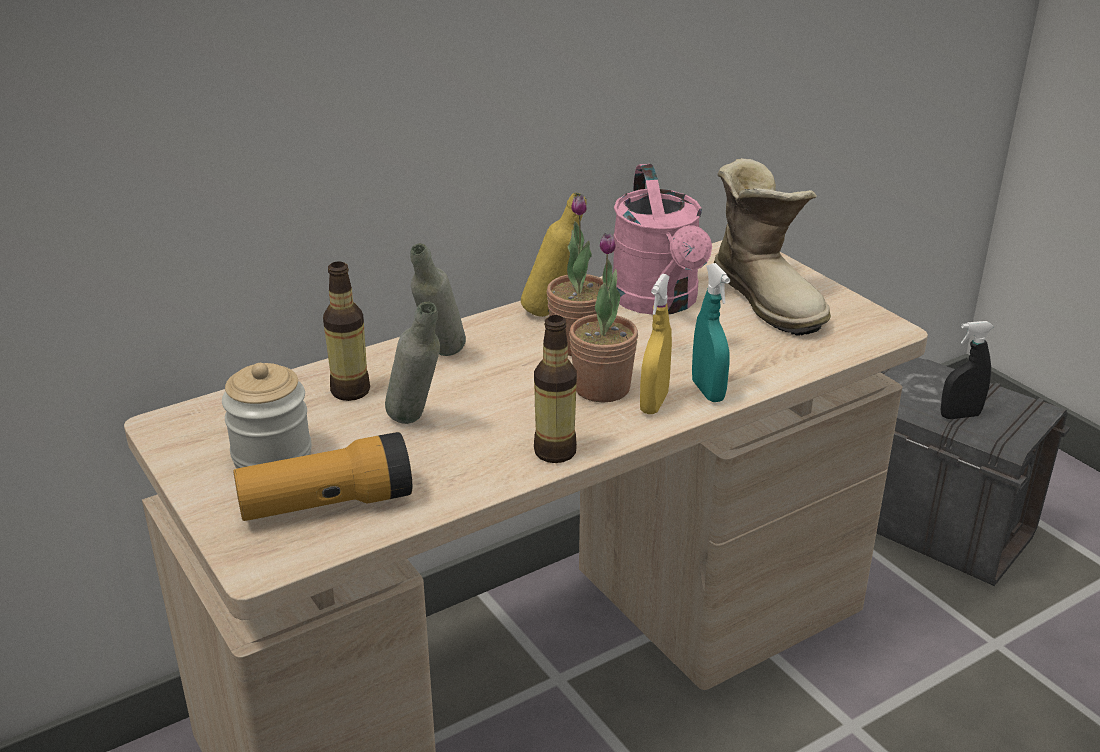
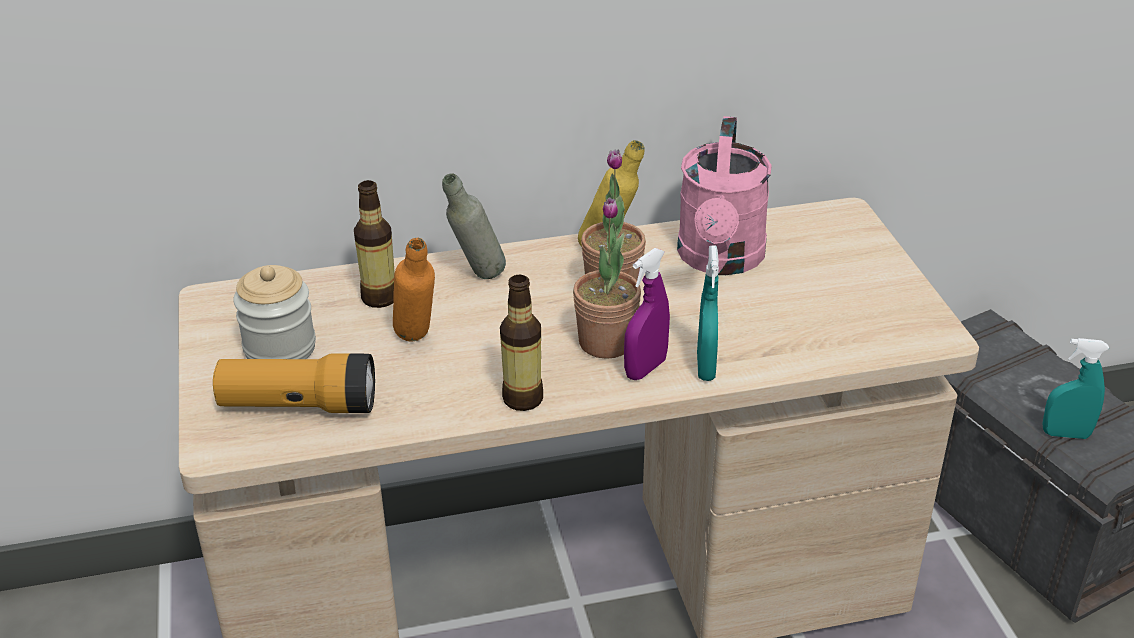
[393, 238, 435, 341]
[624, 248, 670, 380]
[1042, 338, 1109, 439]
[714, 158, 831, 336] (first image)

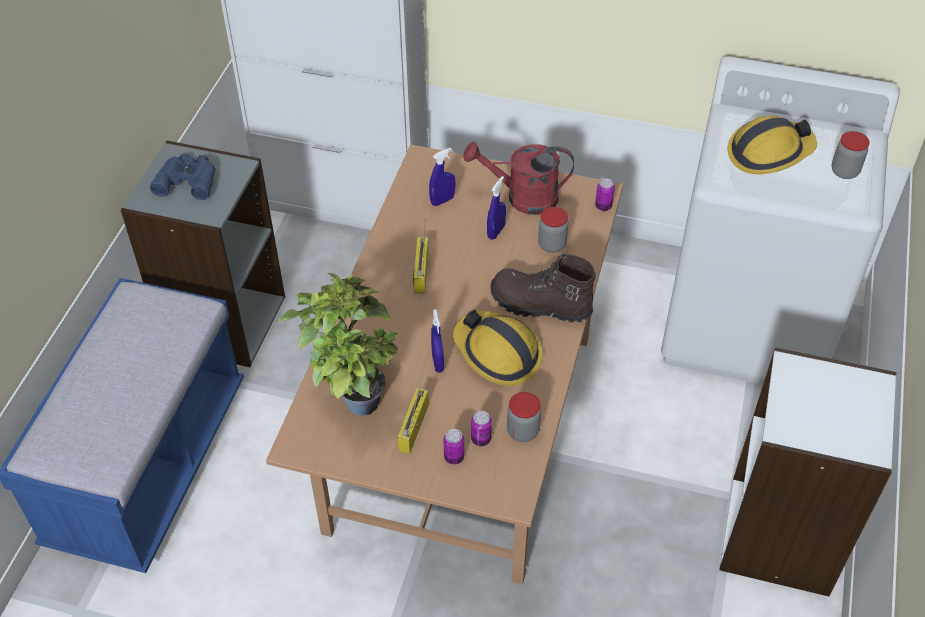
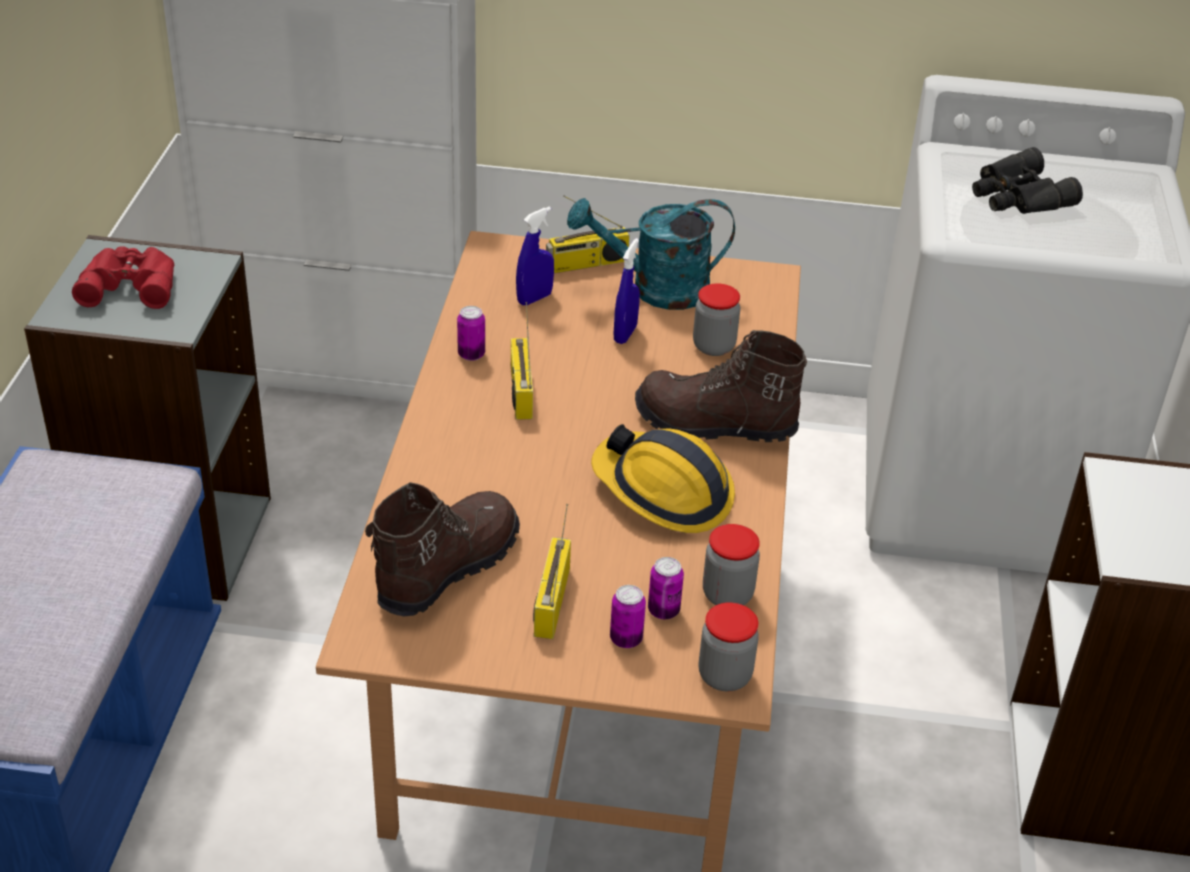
[72, 246, 175, 309]
[365, 482, 520, 616]
[457, 306, 485, 361]
[546, 195, 630, 273]
[567, 198, 735, 310]
[698, 603, 759, 691]
[972, 147, 1083, 214]
[431, 309, 444, 373] (first image)

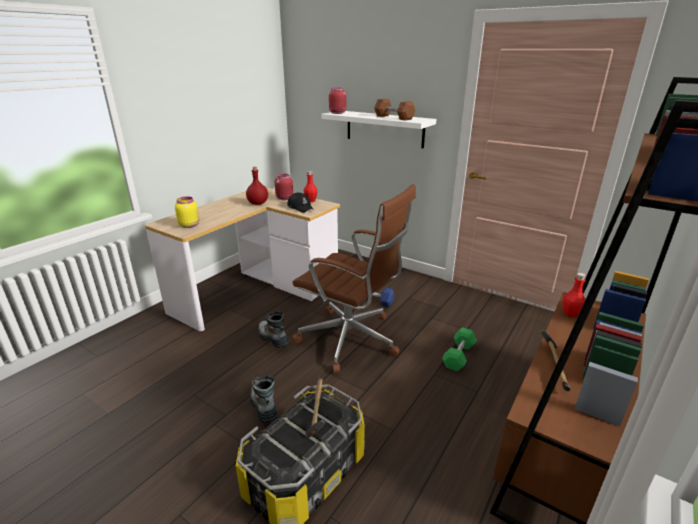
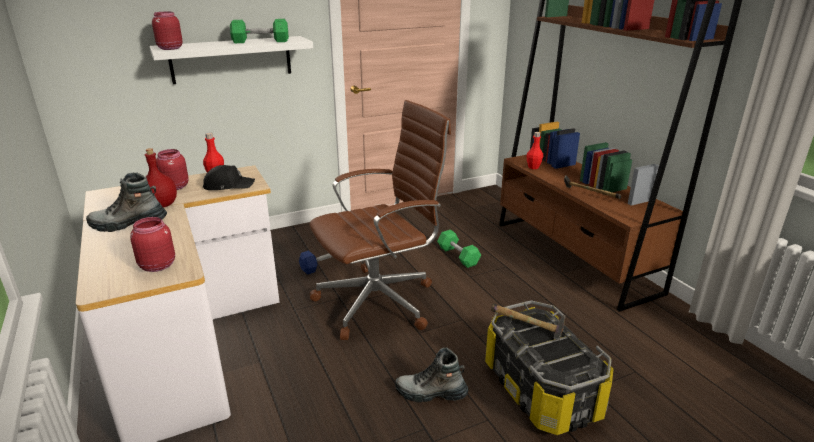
[86, 173, 167, 232]
[130, 217, 175, 272]
[230, 19, 289, 43]

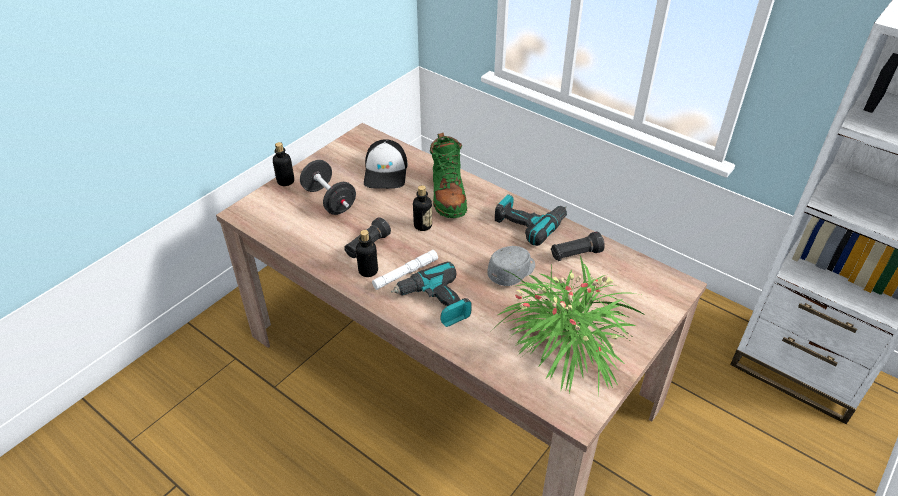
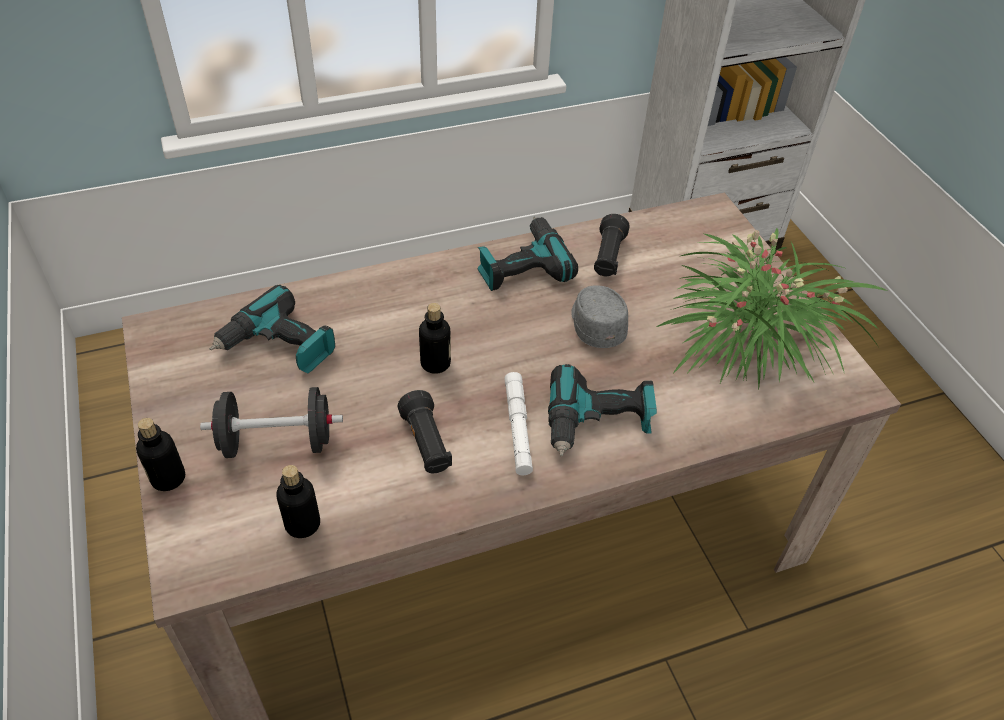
[209, 285, 335, 373]
[276, 465, 320, 538]
[430, 133, 467, 218] (first image)

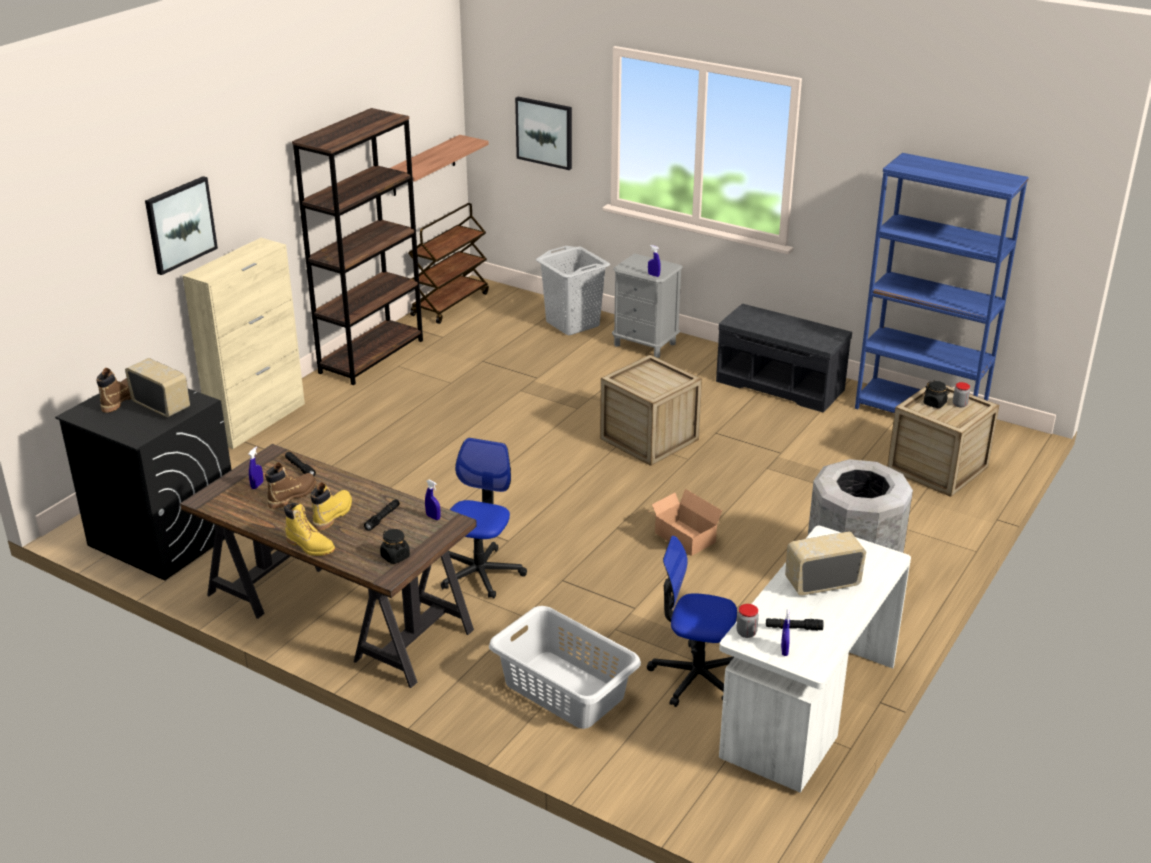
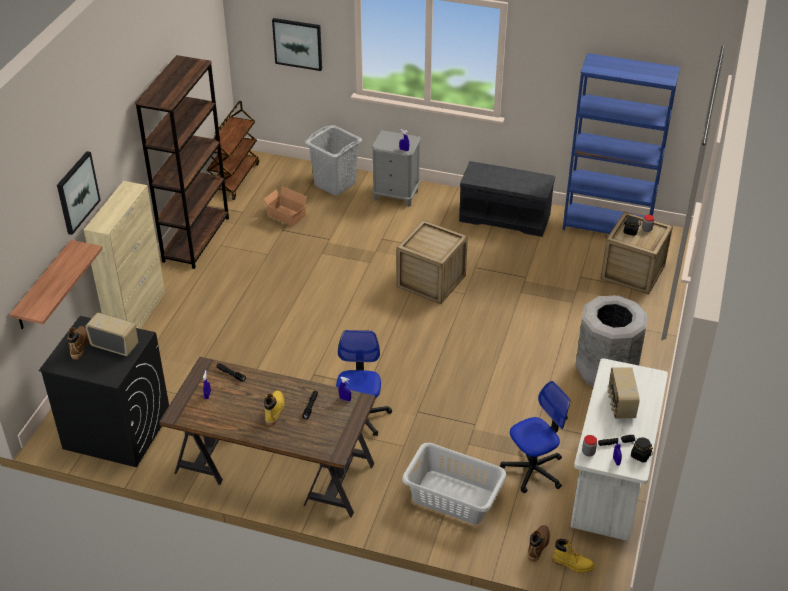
[10, 240, 102, 329]
[262, 186, 309, 226]
[500, 381, 570, 493]
[528, 525, 550, 562]
[551, 539, 595, 573]
[607, 367, 640, 418]
[631, 437, 653, 463]

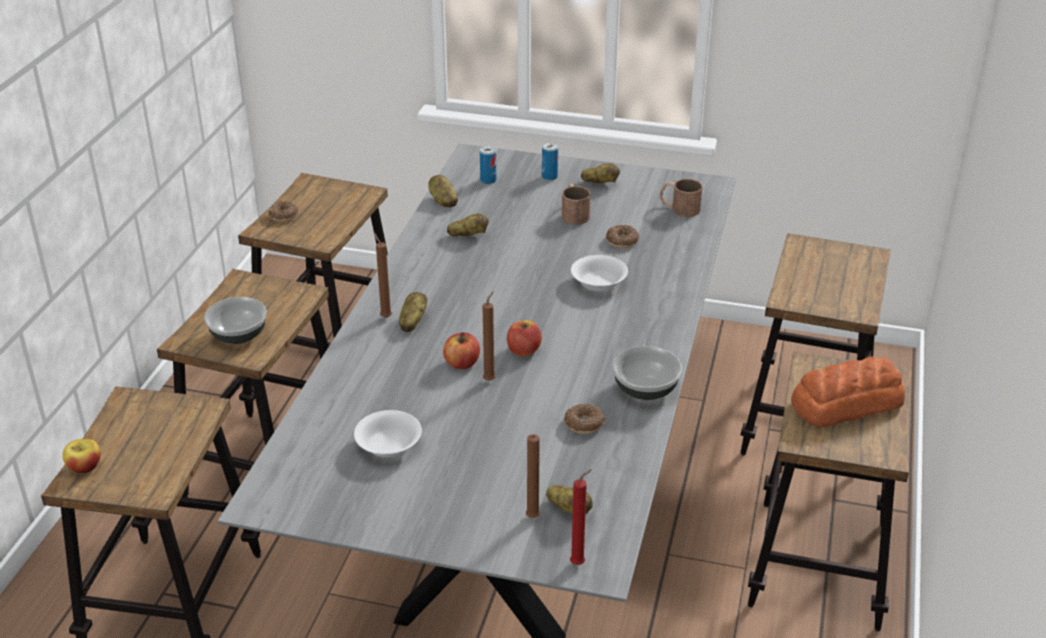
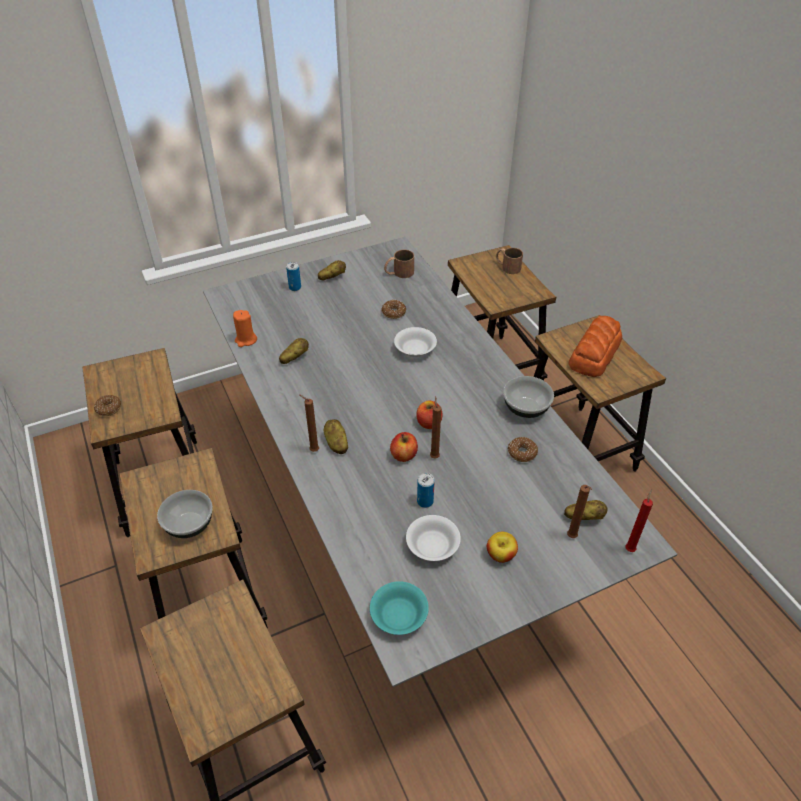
[233, 310, 257, 347]
[370, 581, 429, 635]
[417, 473, 435, 508]
[487, 532, 518, 563]
[496, 248, 523, 274]

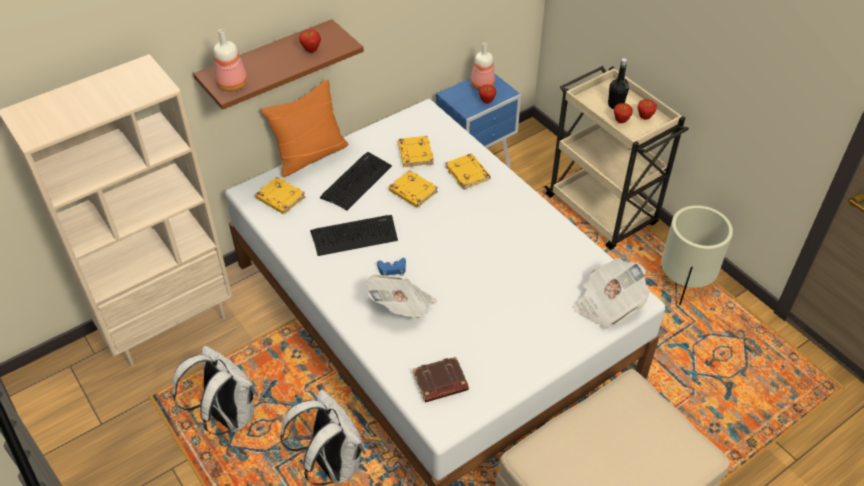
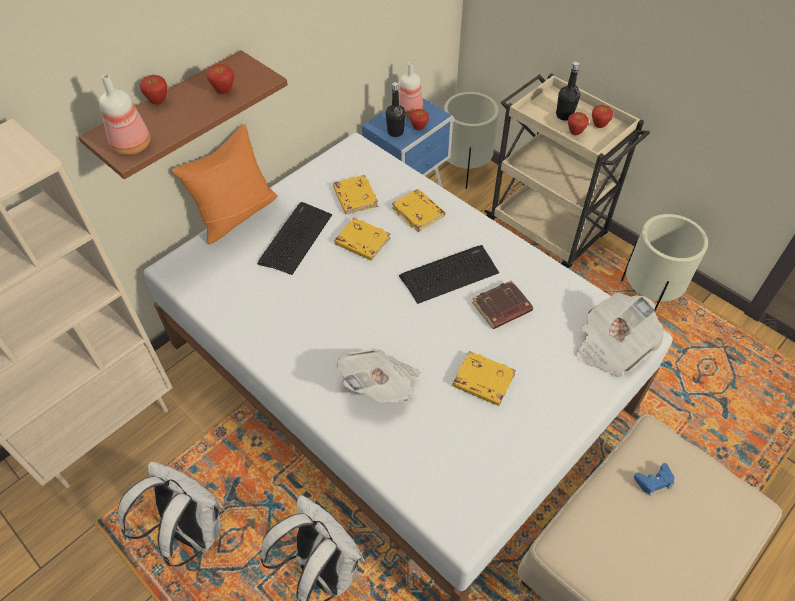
[139, 75, 167, 105]
[386, 82, 406, 137]
[399, 245, 499, 304]
[444, 92, 499, 189]
[453, 351, 516, 406]
[472, 280, 533, 329]
[634, 463, 675, 496]

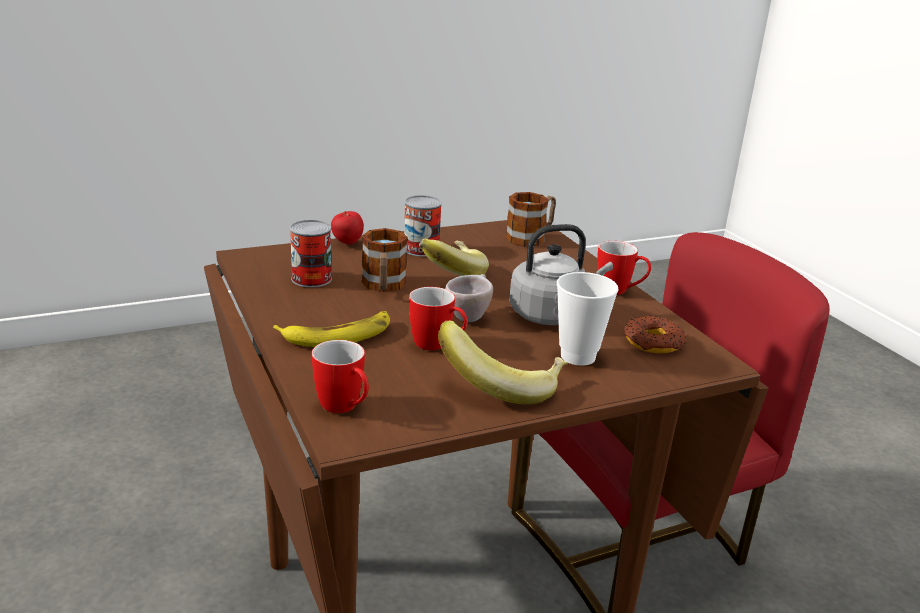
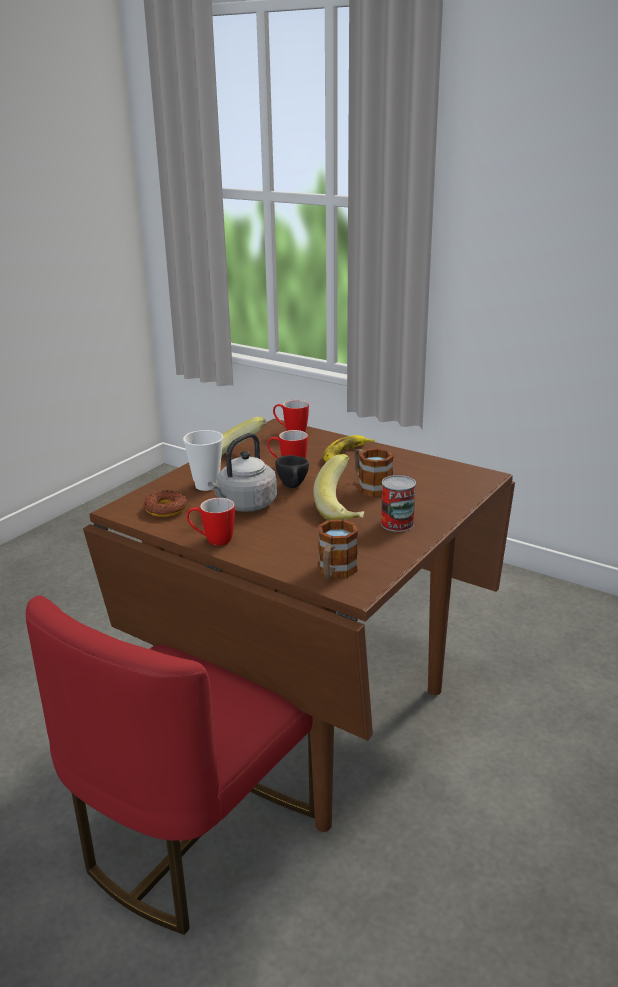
[275, 455, 309, 488]
[290, 220, 332, 287] (first image)
[331, 211, 364, 245] (first image)

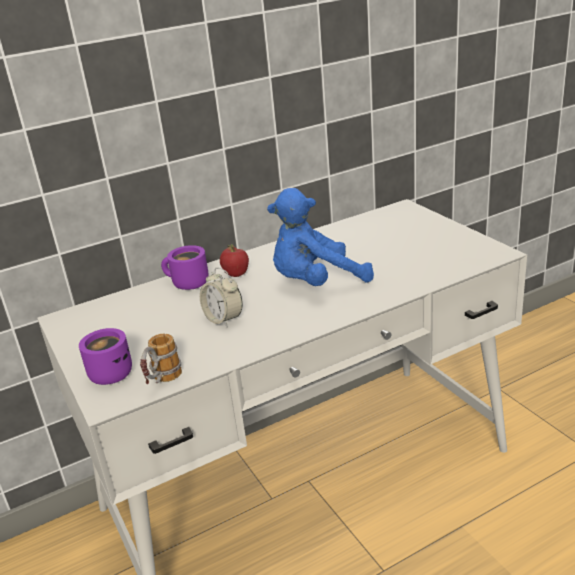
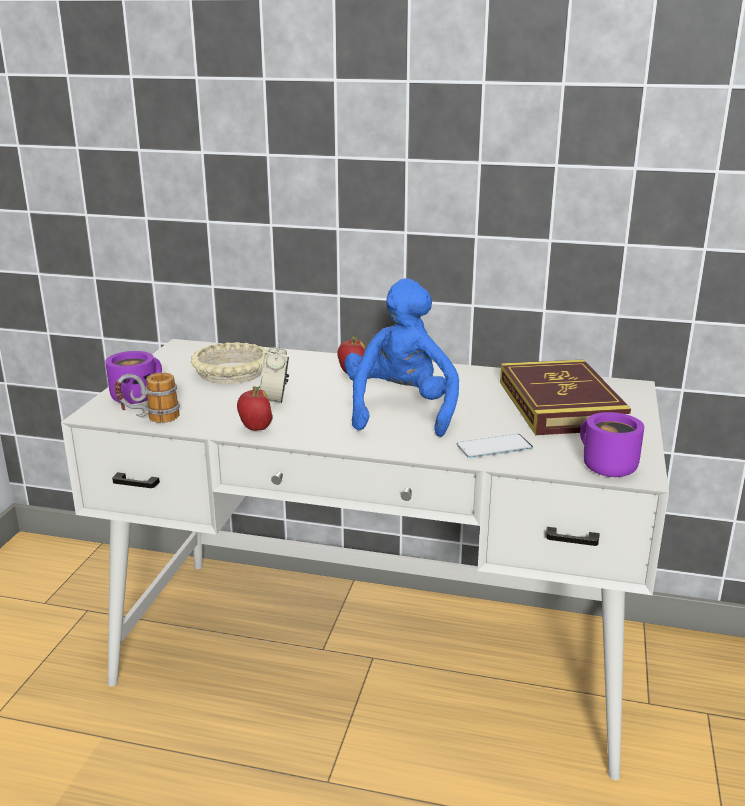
[191, 342, 269, 384]
[237, 386, 273, 431]
[344, 278, 459, 437]
[457, 434, 533, 458]
[500, 359, 631, 435]
[580, 412, 644, 477]

